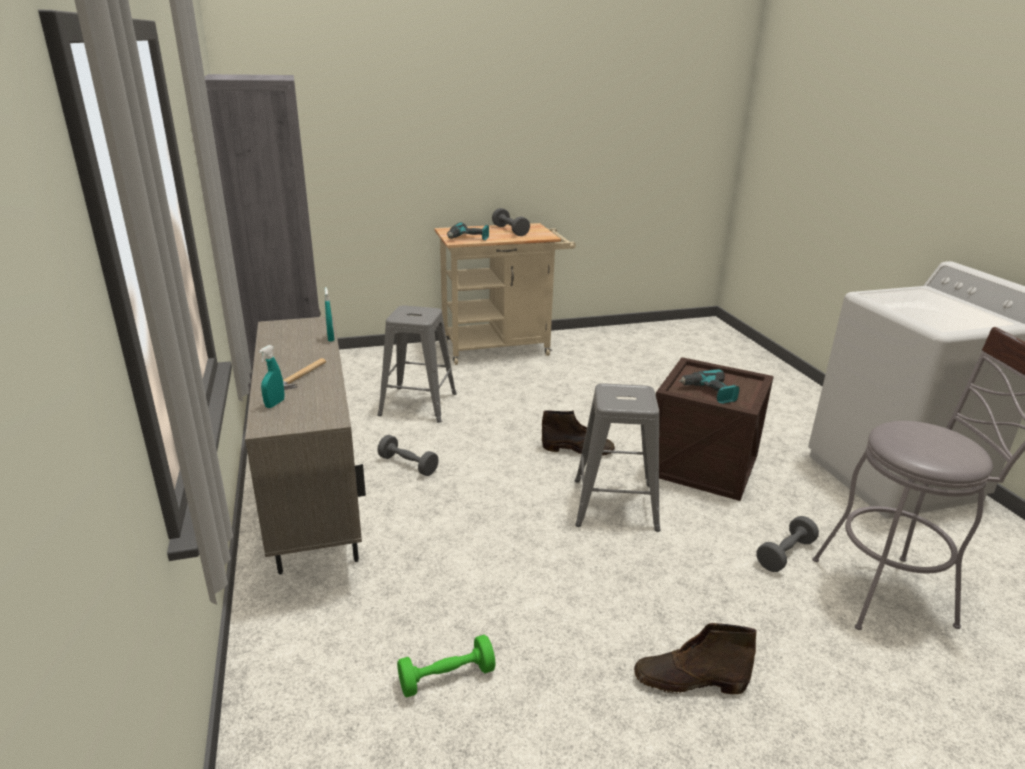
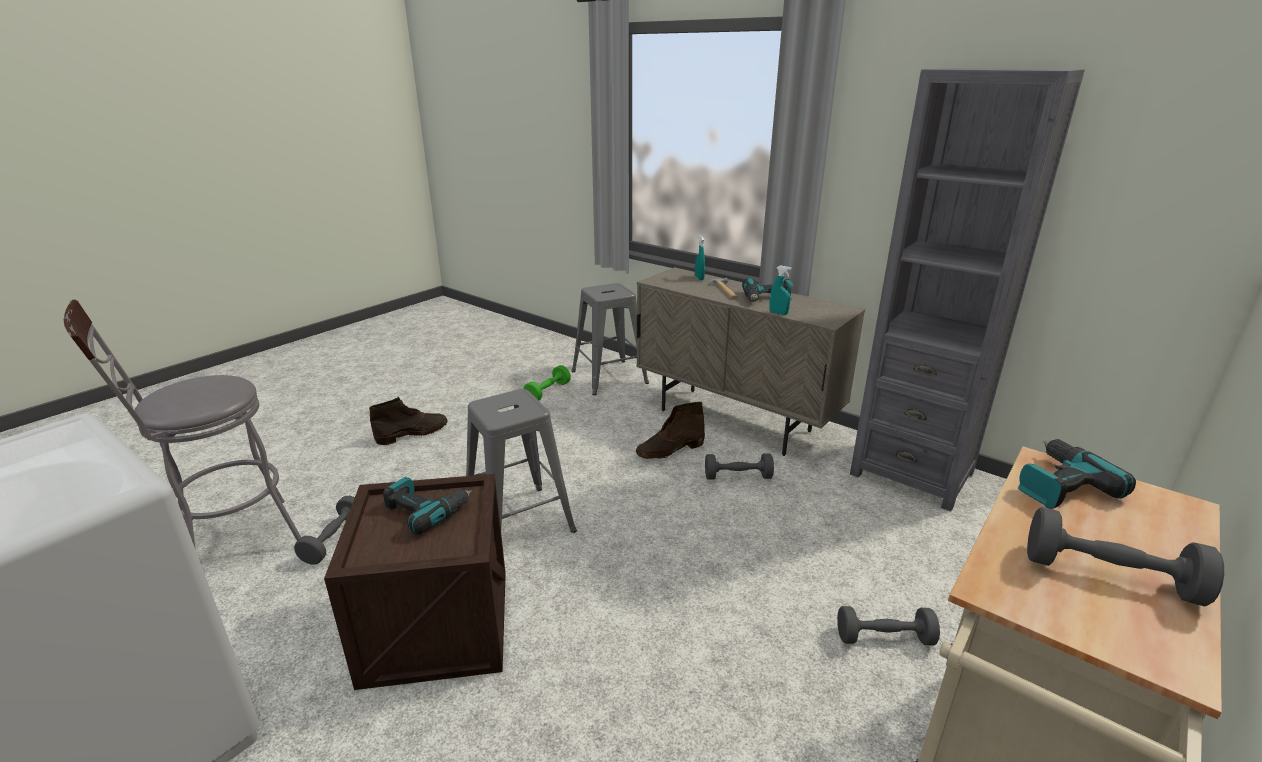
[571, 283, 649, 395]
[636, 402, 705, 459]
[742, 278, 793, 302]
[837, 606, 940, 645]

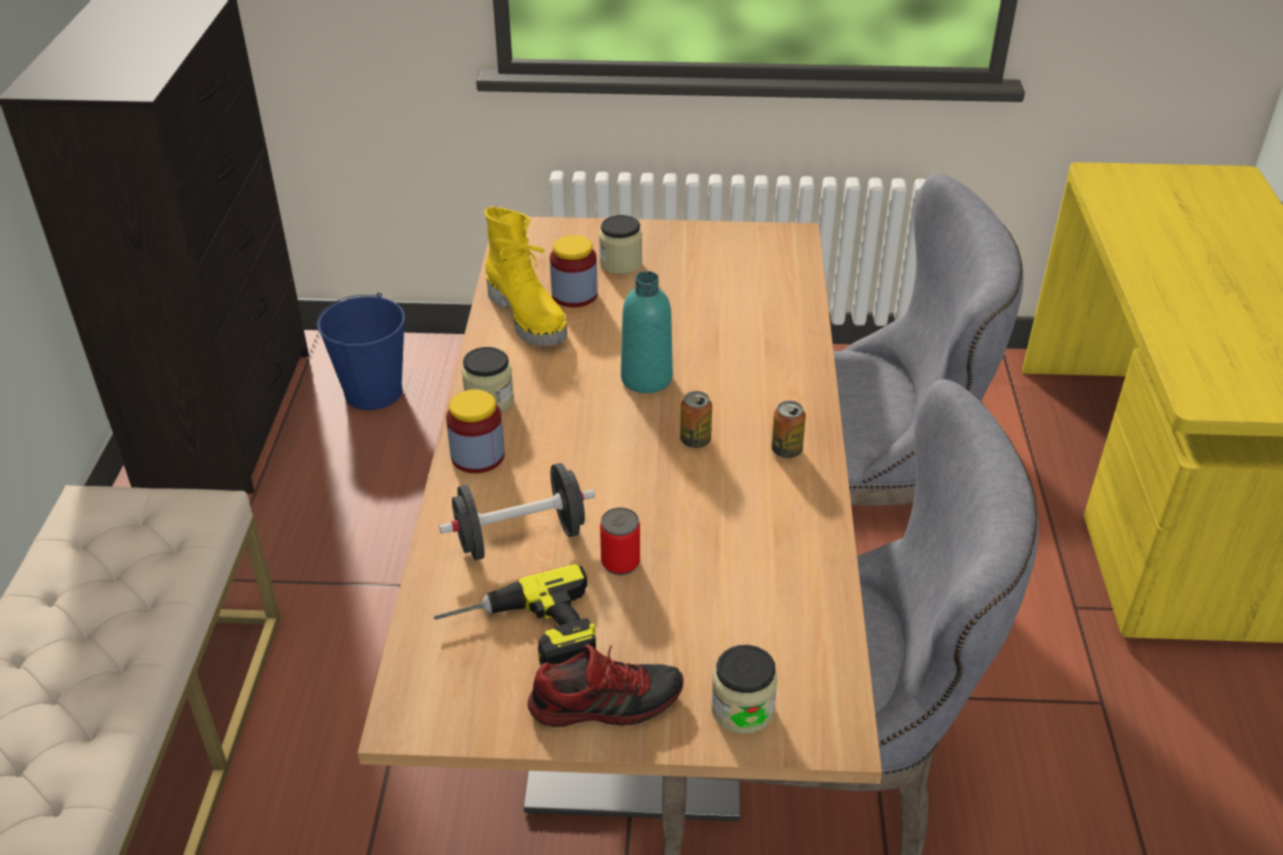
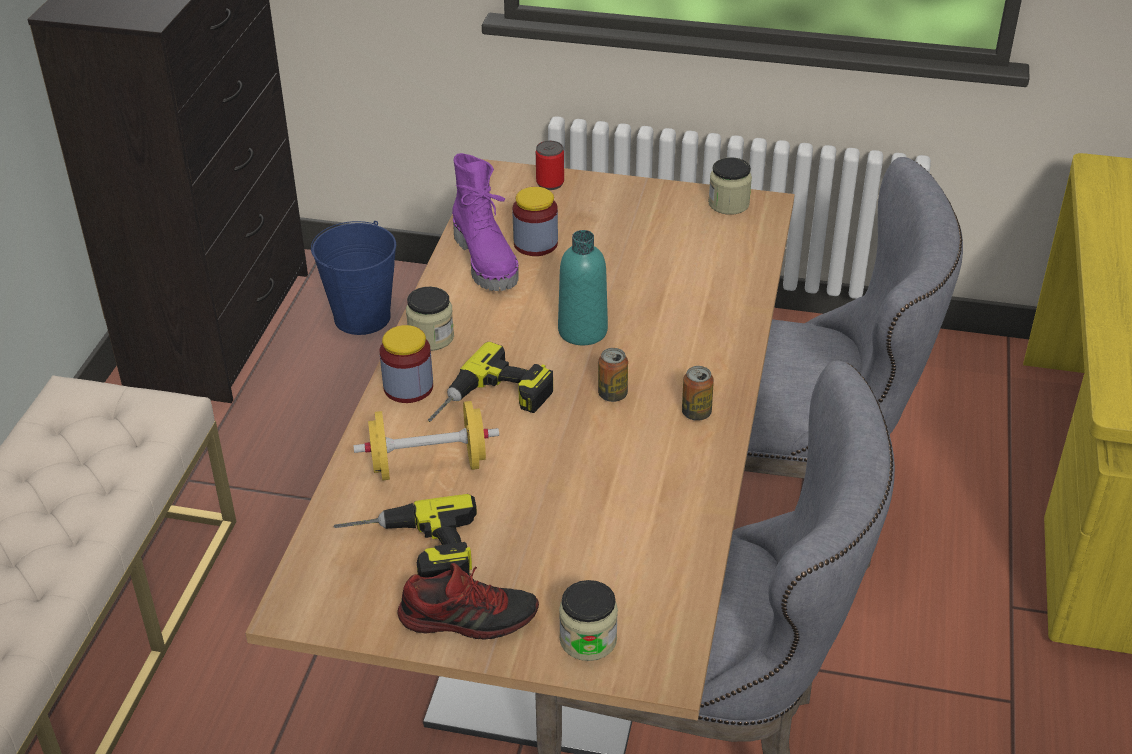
[353, 401, 499, 481]
[428, 341, 553, 422]
[452, 153, 519, 291]
[536, 141, 564, 190]
[708, 157, 752, 215]

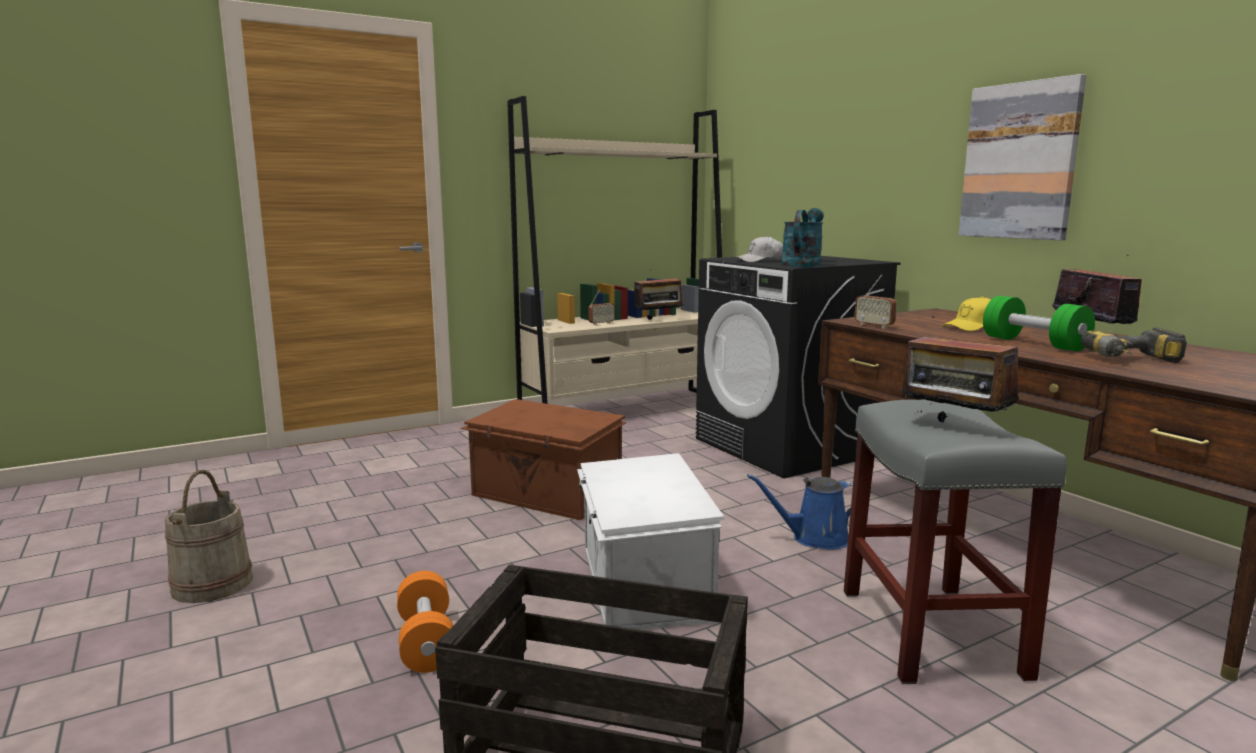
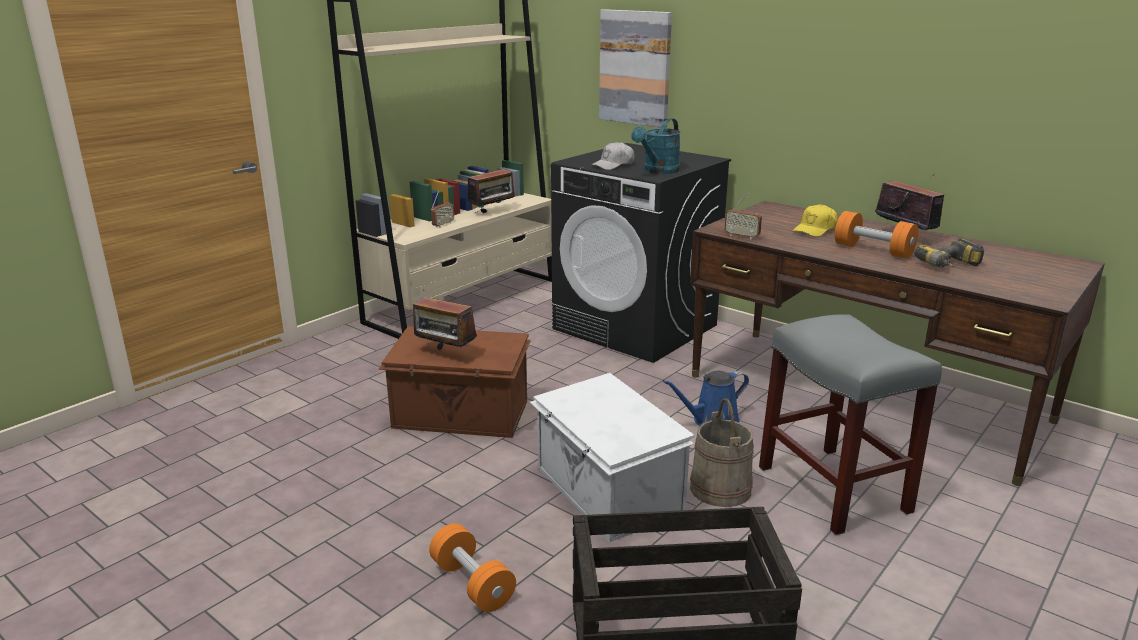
[413, 297, 477, 350]
[599, 9, 672, 128]
[631, 118, 681, 174]
[690, 398, 754, 507]
[835, 211, 919, 259]

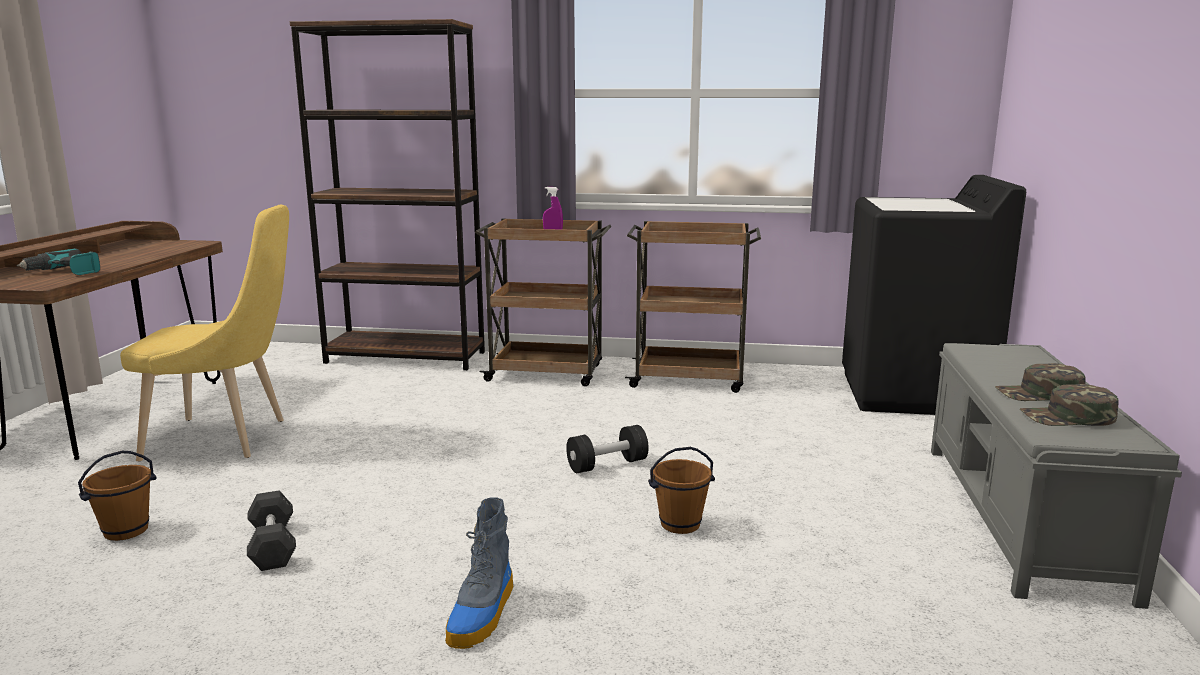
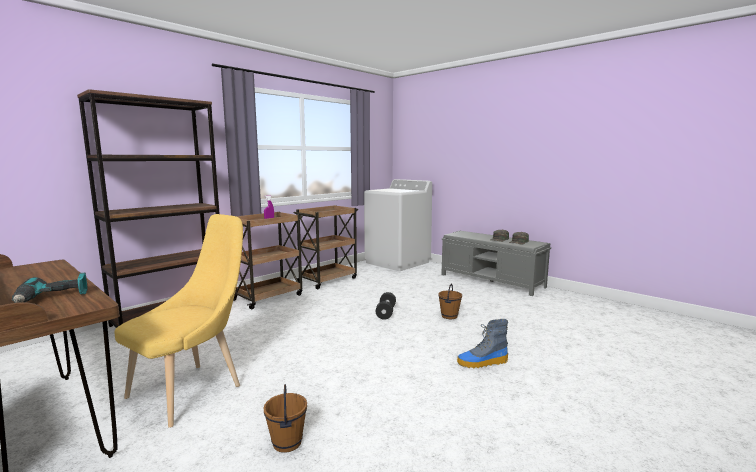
[364, 179, 432, 271]
[457, 319, 508, 368]
[247, 490, 296, 571] (first image)

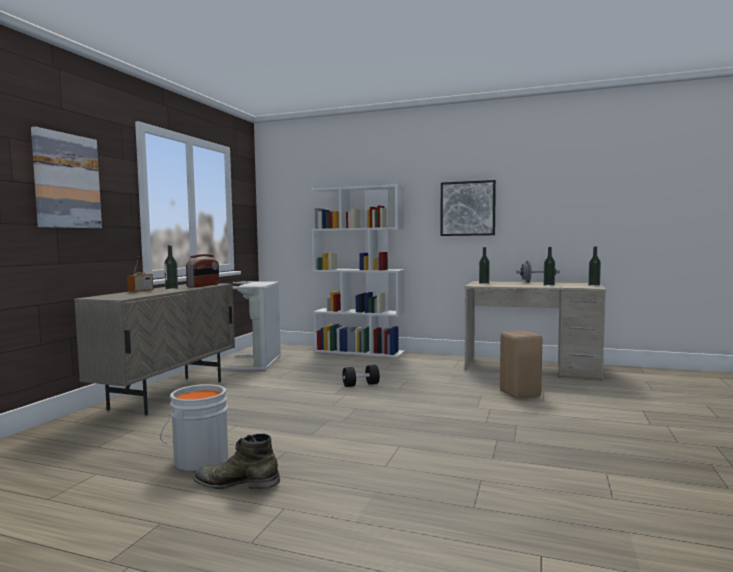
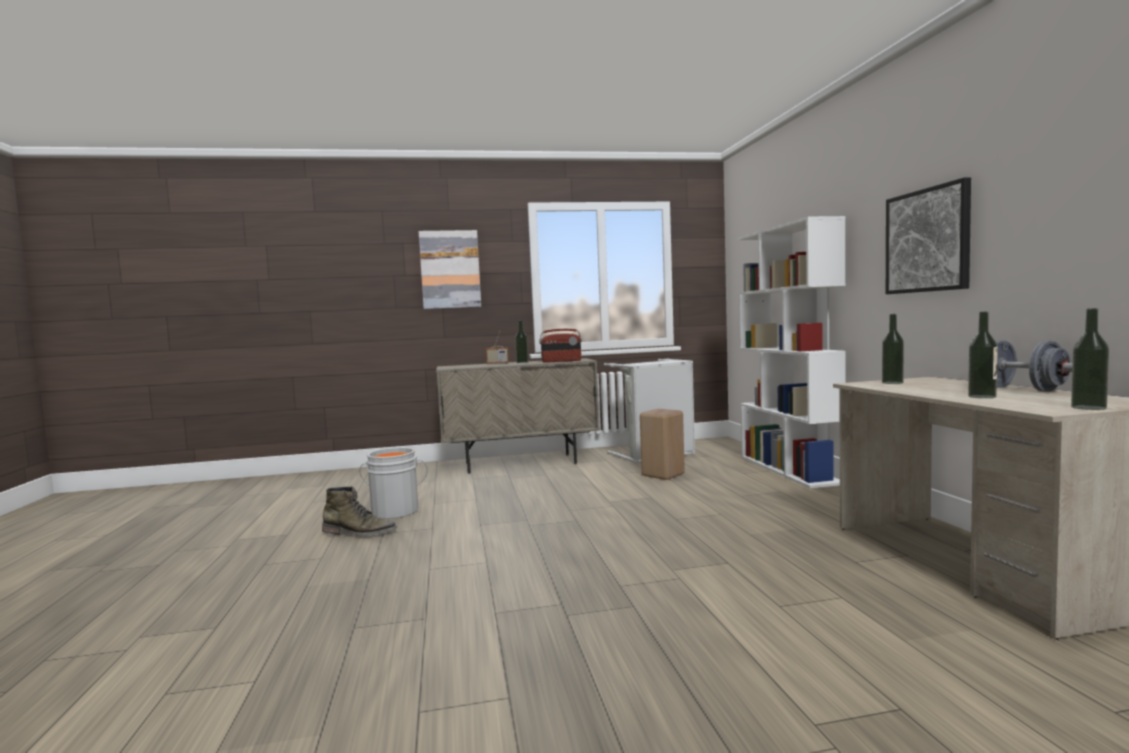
[322, 486, 397, 536]
[640, 409, 685, 480]
[342, 365, 380, 387] (first image)

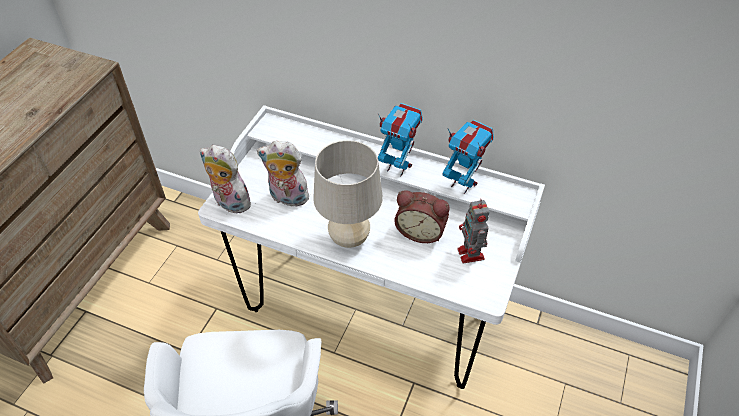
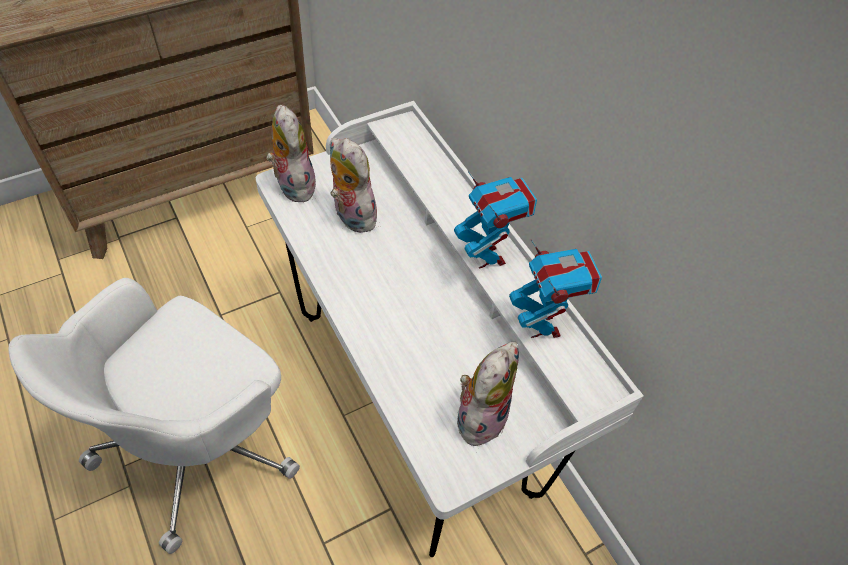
[457, 342, 519, 448]
[313, 140, 383, 248] (first image)
[394, 190, 450, 243] (first image)

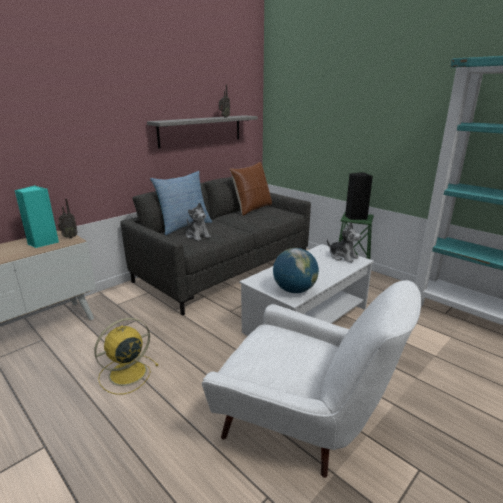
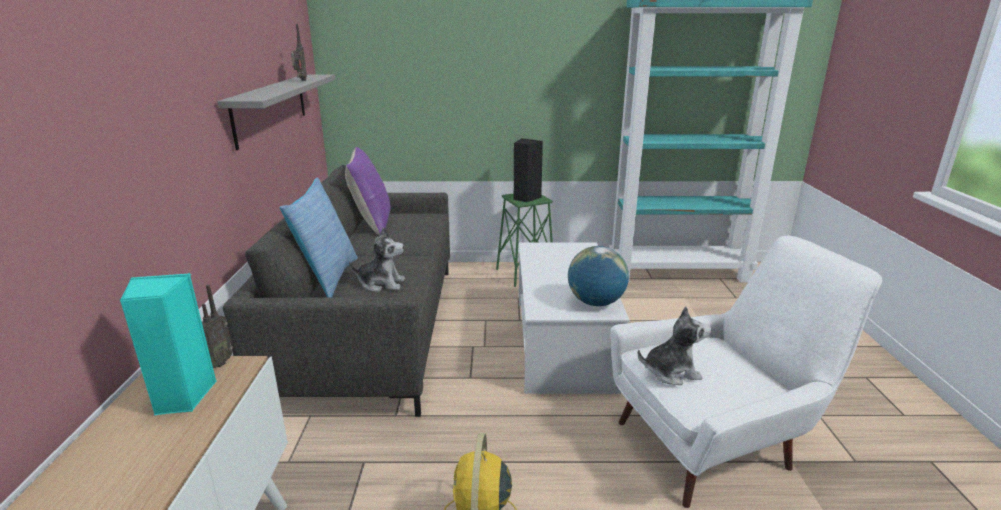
[345, 147, 390, 235]
[638, 307, 711, 385]

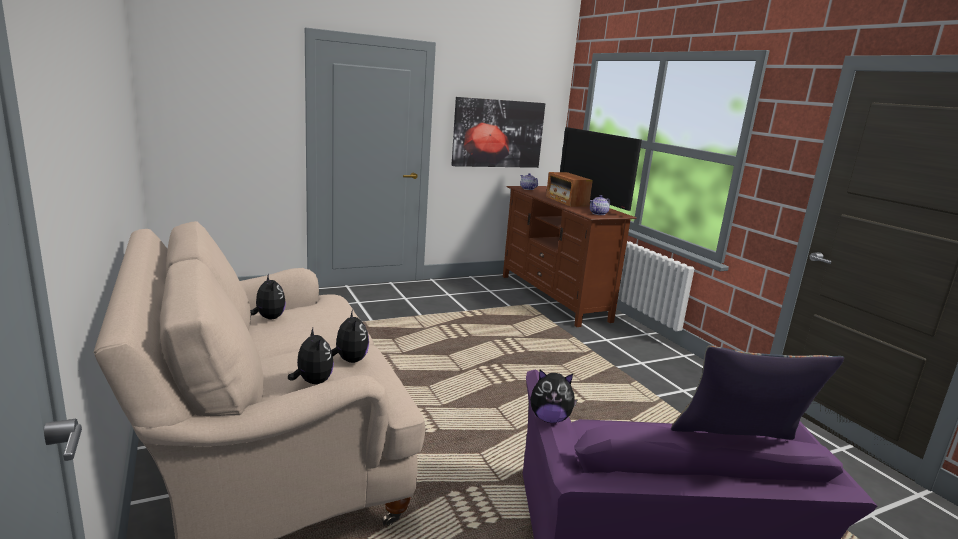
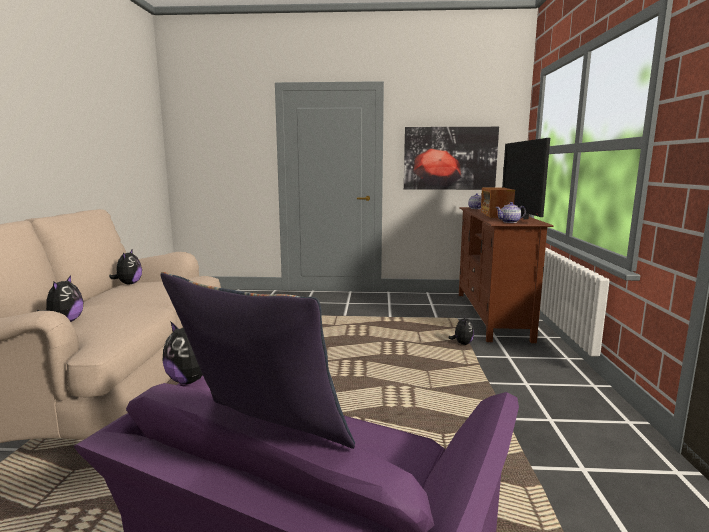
[449, 315, 474, 345]

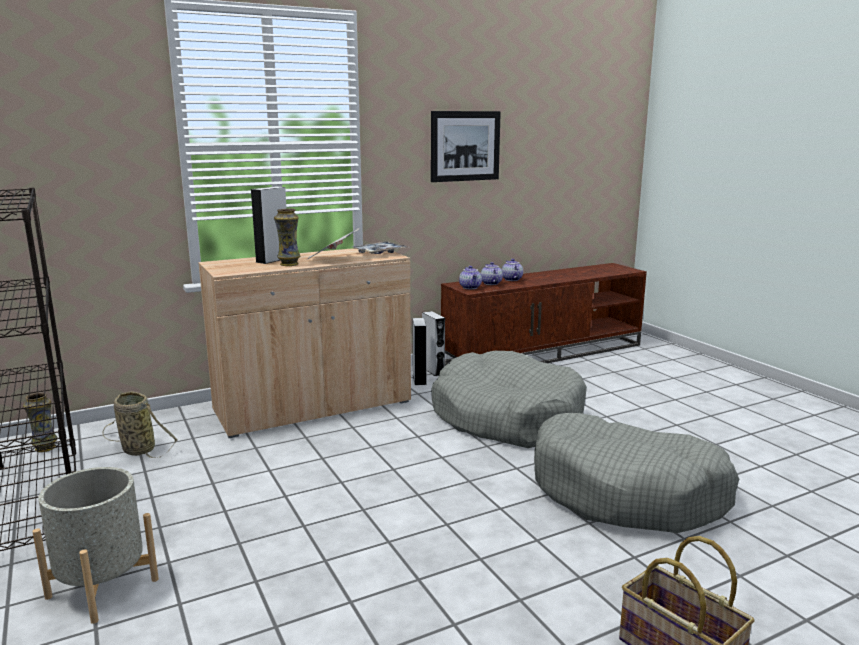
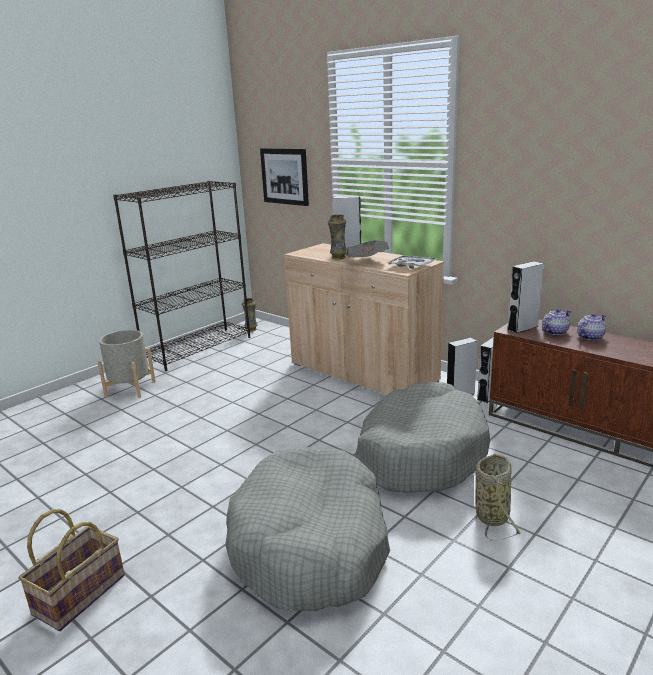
[260, 148, 309, 206]
[475, 454, 522, 541]
[507, 261, 544, 333]

